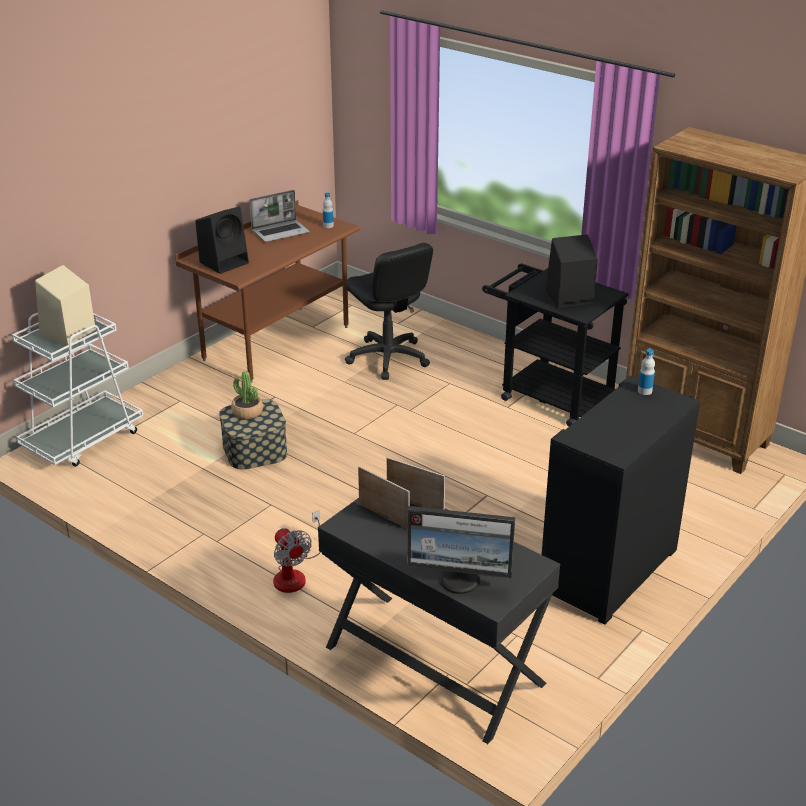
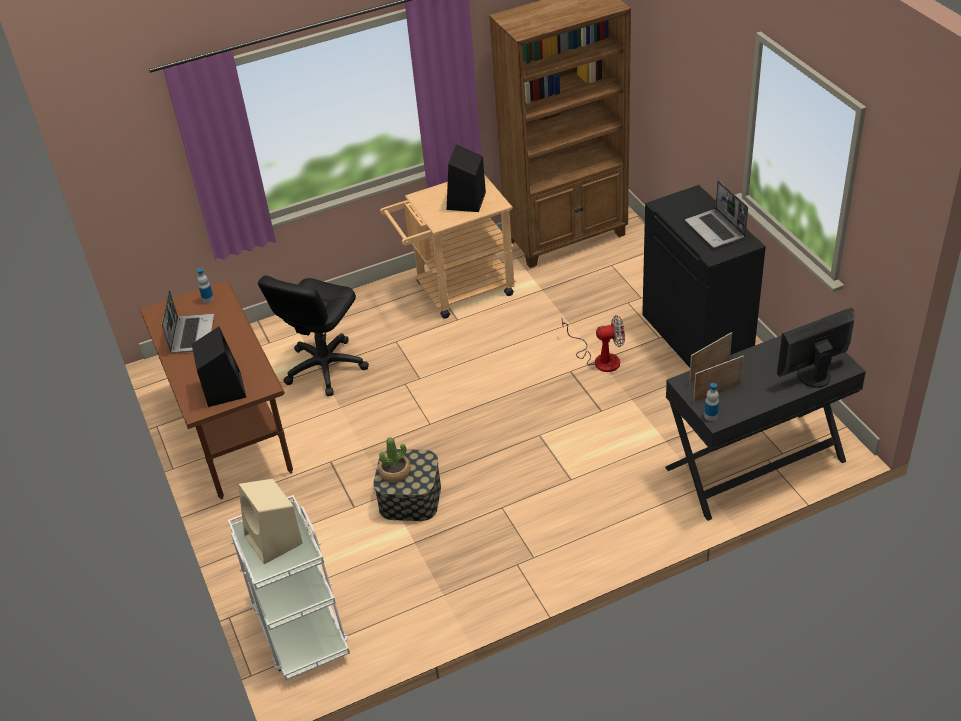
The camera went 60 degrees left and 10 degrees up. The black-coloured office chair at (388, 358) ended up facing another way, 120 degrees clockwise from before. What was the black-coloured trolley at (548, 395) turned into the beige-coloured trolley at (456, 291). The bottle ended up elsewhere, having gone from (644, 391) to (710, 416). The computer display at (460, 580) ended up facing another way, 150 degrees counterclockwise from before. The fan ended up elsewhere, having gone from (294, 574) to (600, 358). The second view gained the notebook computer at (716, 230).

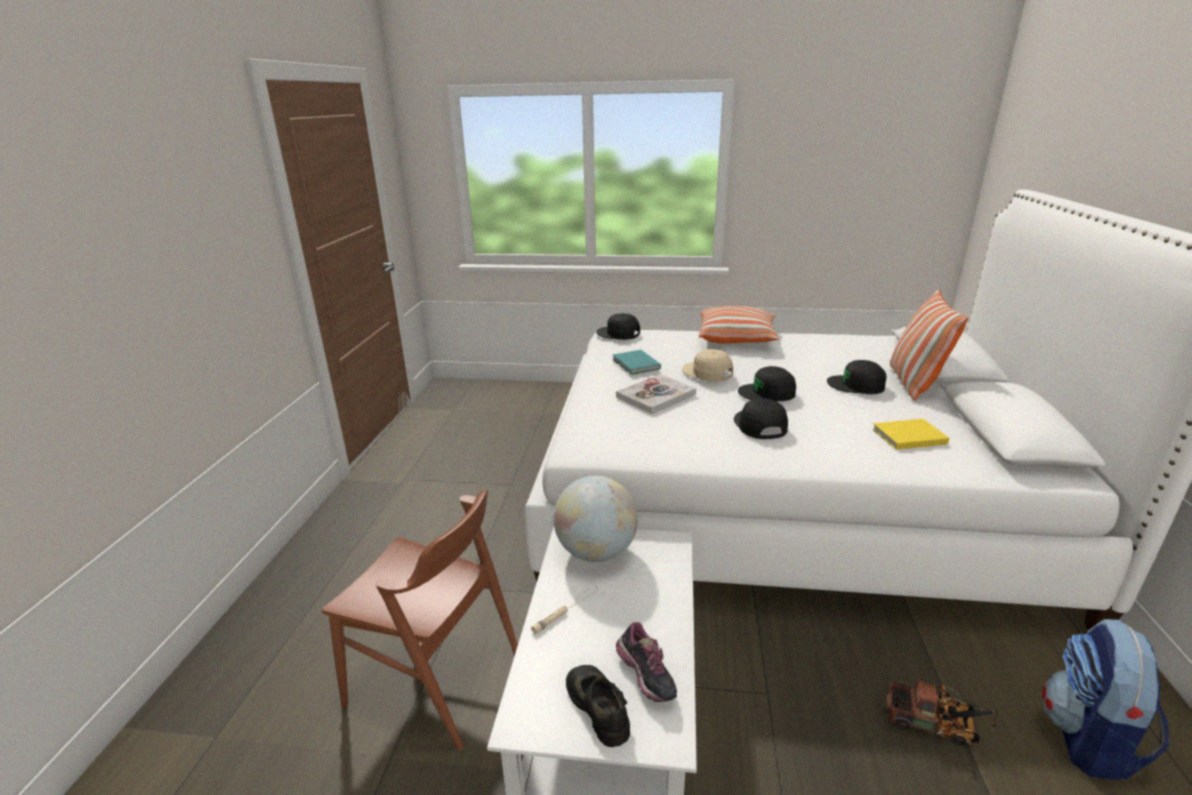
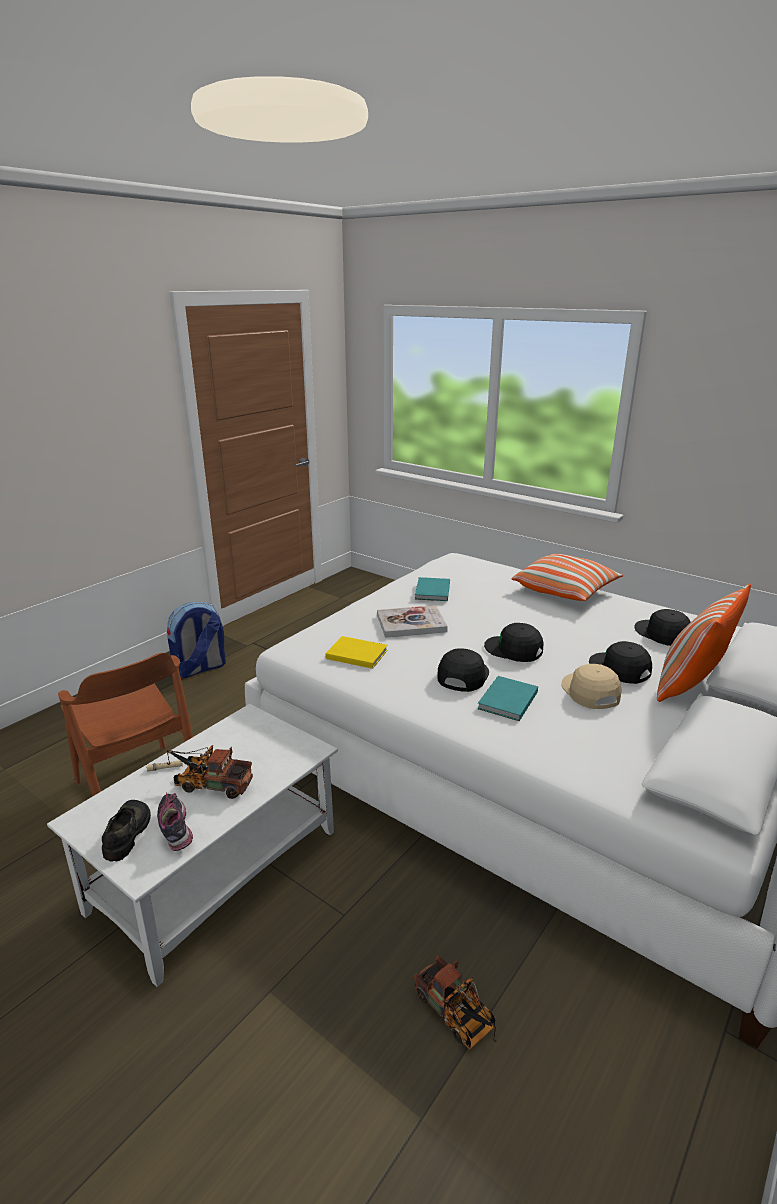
The camera went 30 degrees right and 0 degrees up. The black-coloured peaked cap ended up elsewhere, having gone from (618, 333) to (662, 633). The beige-coloured peaked cap ended up elsewhere, having gone from (707, 372) to (590, 692). The yellow-coloured volume ended up elsewhere, having gone from (907, 436) to (355, 654). The second view lost the desk globe at (596, 552). The backpack ended up elsewhere, having gone from (1088, 739) to (200, 669). The item of footwear at (645, 677) ended up facing another way, 150 degrees clockwise from before. The second view gained the turquoise volume at (506, 701). The second view gained the model truck at (209, 784).

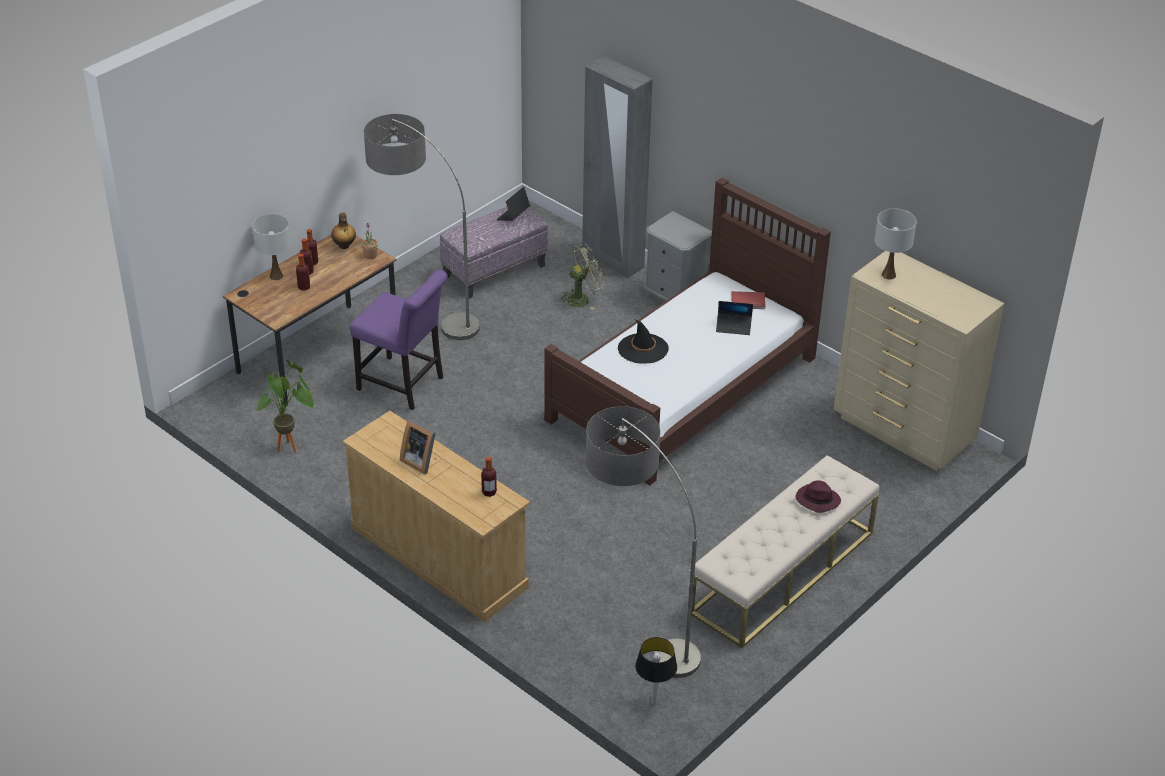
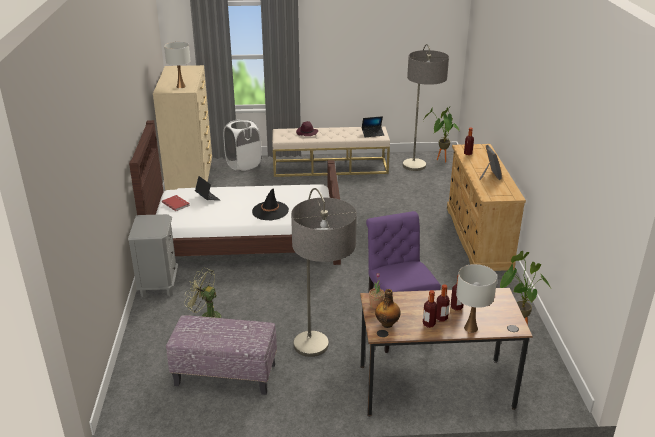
The camera went 135 degrees left and 10 degrees down. The second view lost the greyish wardrobe at (612, 260). The notebook computer ended up elsewhere, having gone from (513, 216) to (372, 134). Where the table lamp stood at (653, 702), the plant in a pot came to stand at (440, 161). The second view gained the white laundry basket at (243, 165).

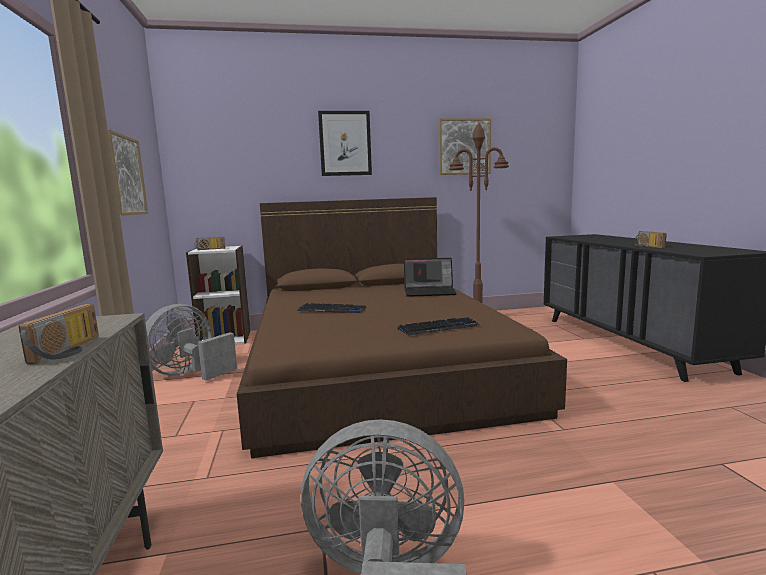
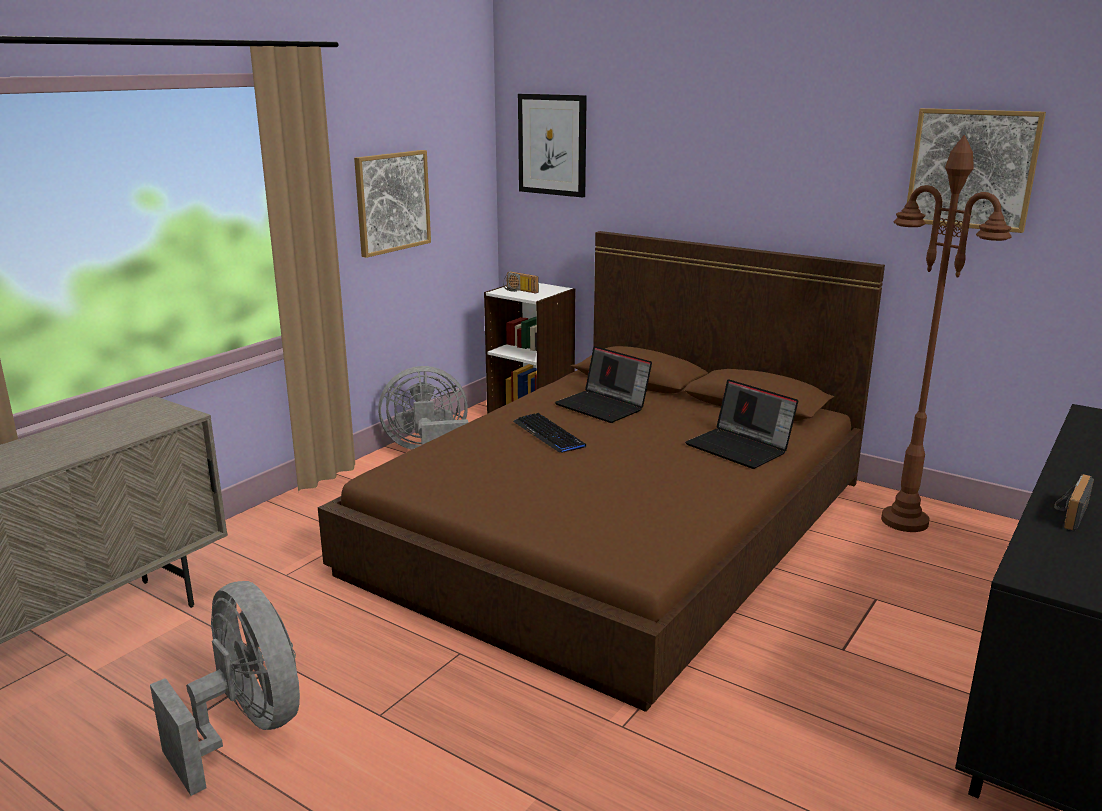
The camera went 45 degrees right and 10 degrees up. The picture ended up elsewhere, having gone from (345, 143) to (552, 145). The second view lost the radio receiver at (71, 350). The second view lost the computer keyboard at (438, 328). The second view gained the notebook computer at (603, 406).

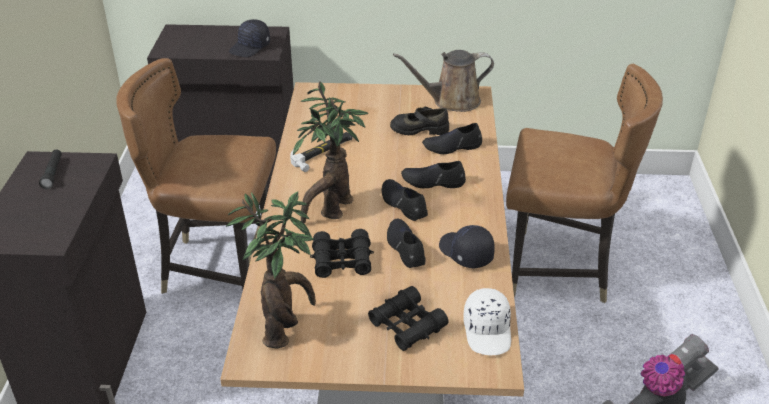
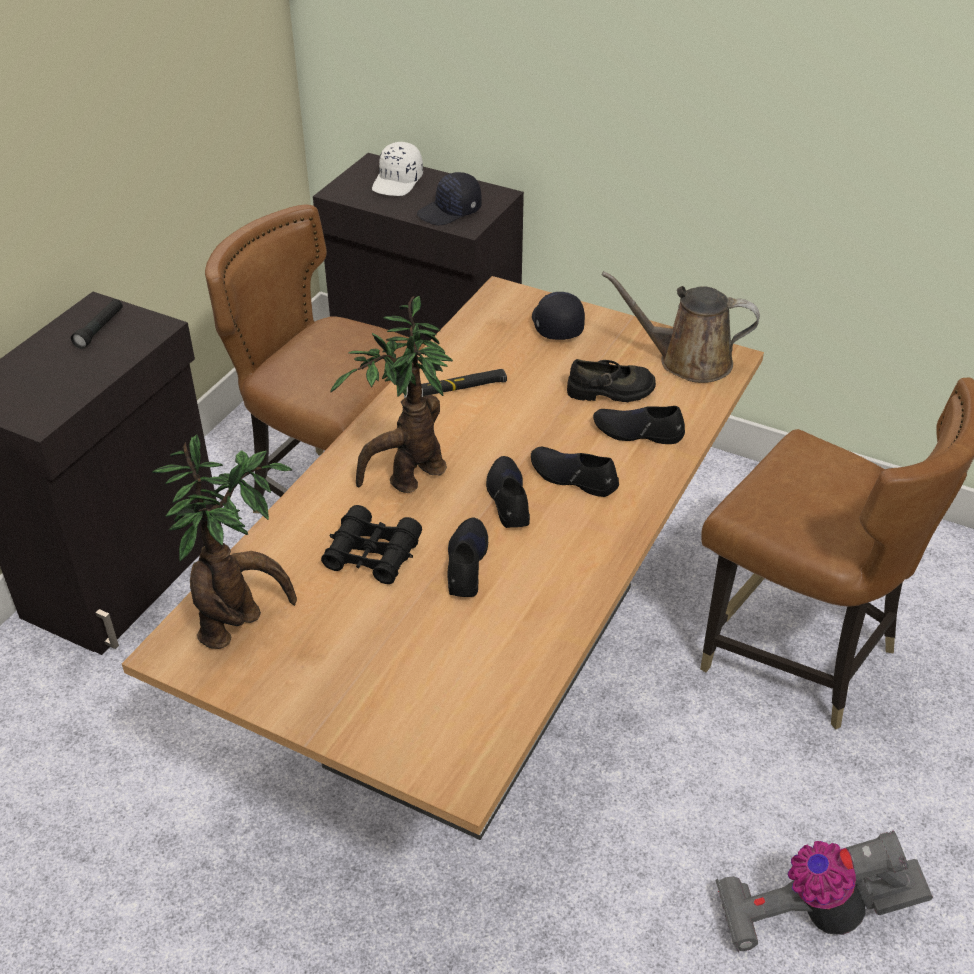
The camera went 25 degrees right and 5 degrees up. The black-coloured item of footwear at (419, 129) ended up facing another way, 150 degrees clockwise from before. The black-coloured peaked cap ended up elsewhere, having gone from (465, 253) to (555, 324). The second view lost the black-coloured binoculars at (407, 325). The white peaked cap ended up elsewhere, having gone from (488, 331) to (398, 182).

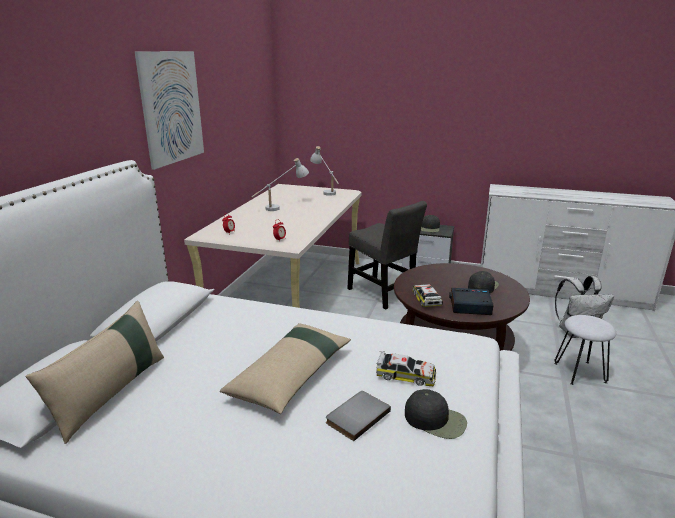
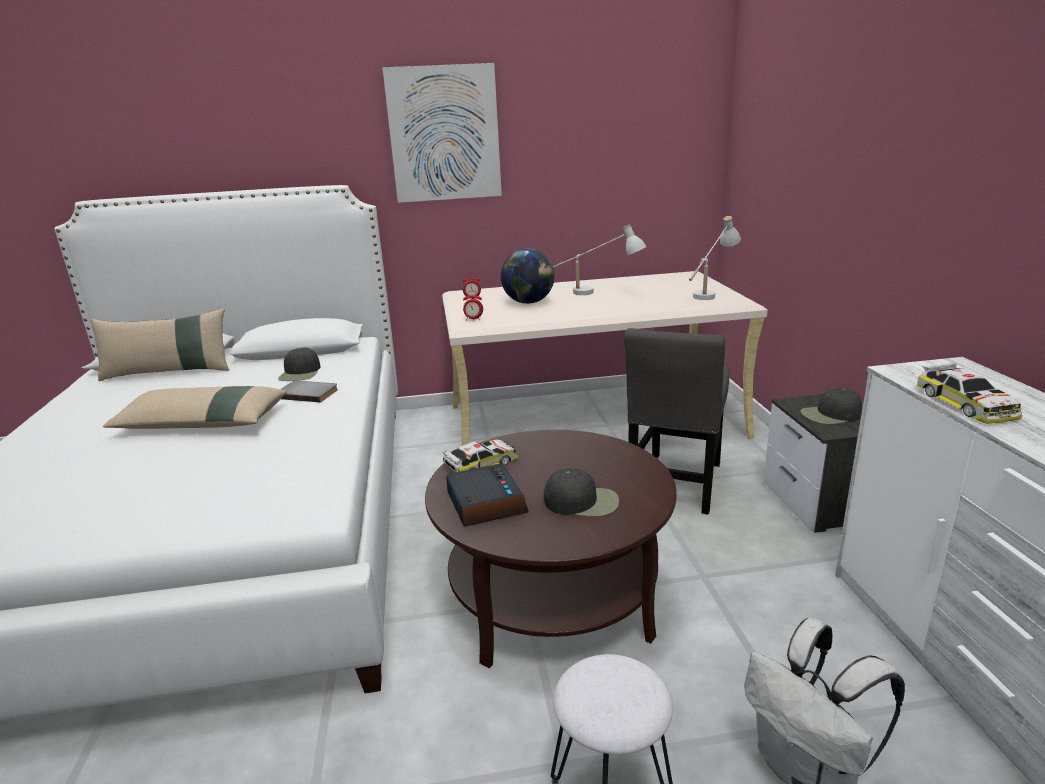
The camera went 65 degrees right and 0 degrees up. The miniature car ended up elsewhere, having gone from (406, 375) to (966, 404). The black-coloured peaked cap ended up elsewhere, having gone from (436, 420) to (300, 373). The greyish volume ended up elsewhere, having gone from (356, 416) to (308, 393). The second view gained the desk globe at (528, 302).

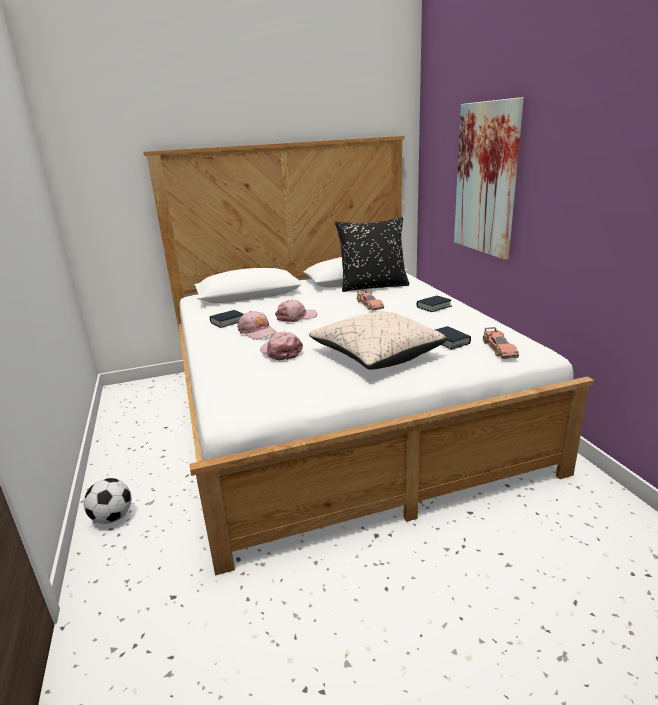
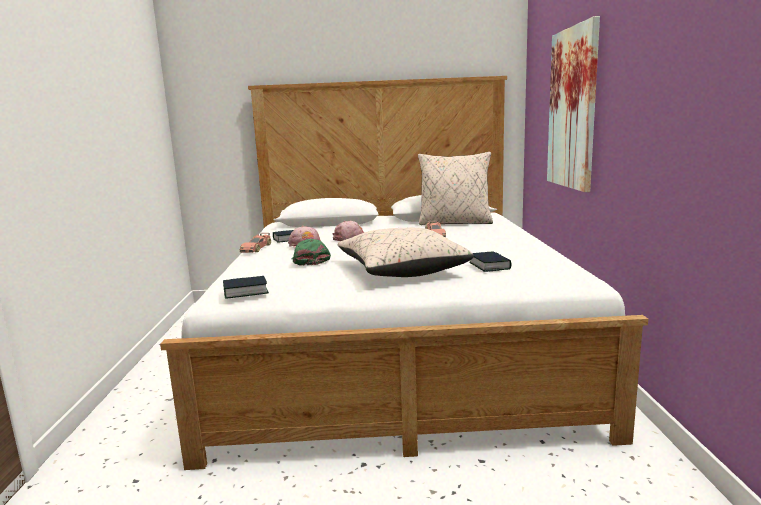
The camera went 15 degrees right and 10 degrees down. What was the black-coloured cushion at (373, 286) turned into the beige-coloured cushion at (455, 223). The volume ended up elsewhere, having gone from (433, 307) to (245, 292). The miniature car ended up elsewhere, having gone from (499, 349) to (256, 248). What was the pink-coloured peaked cap at (281, 352) turned into the green peaked cap at (309, 260). The second view lost the football at (112, 517).

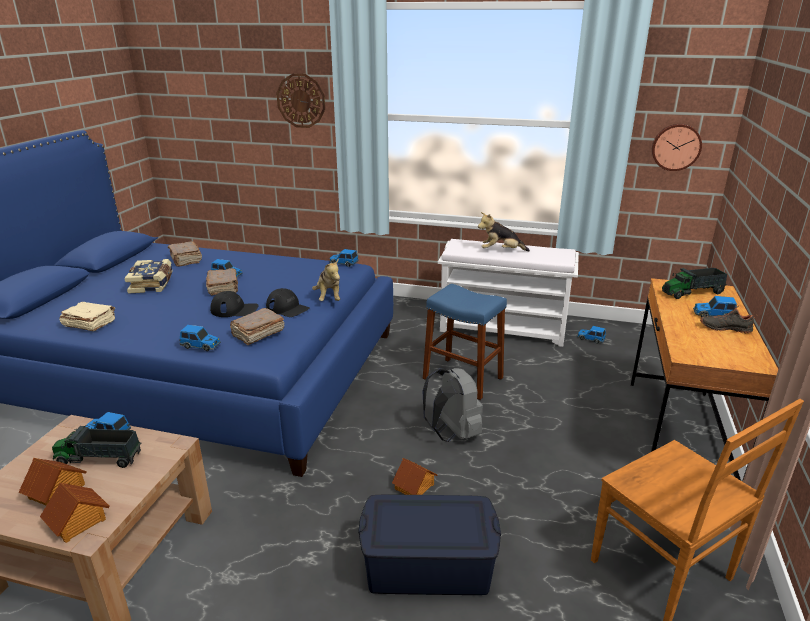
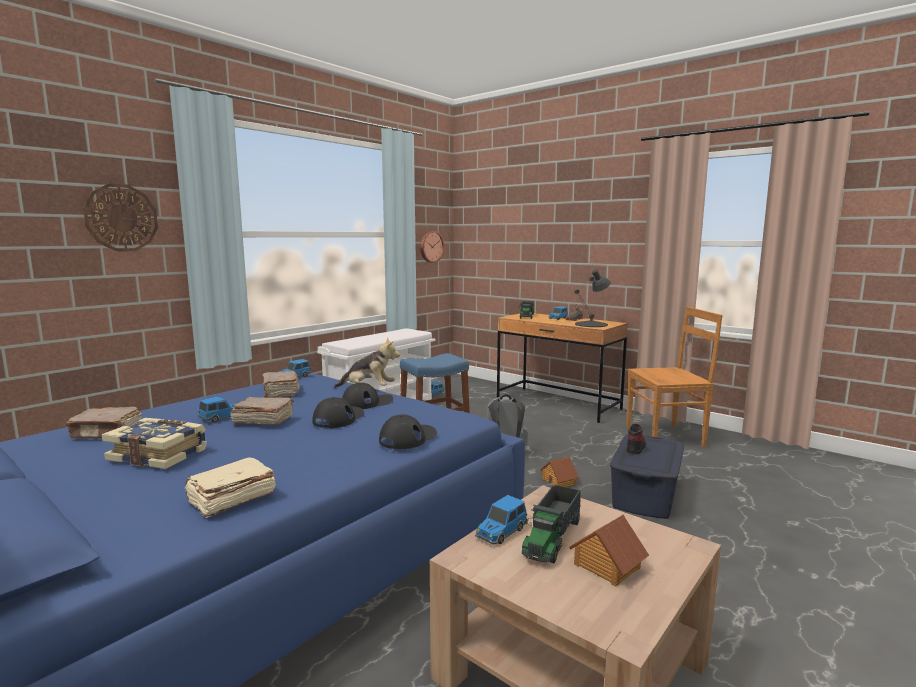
The camera went 65 degrees left and 15 degrees down. The second view lost the soft toy at (501, 251). The brown volume ended up elsewhere, having gone from (257, 334) to (280, 392). Where the miniature car stood at (201, 346), the black-coloured peaked cap came to stand at (408, 438). The second view lost the toy house at (78, 522). The second view gained the black-coloured table lamp at (591, 324). The second view gained the item of footwear at (635, 447).

